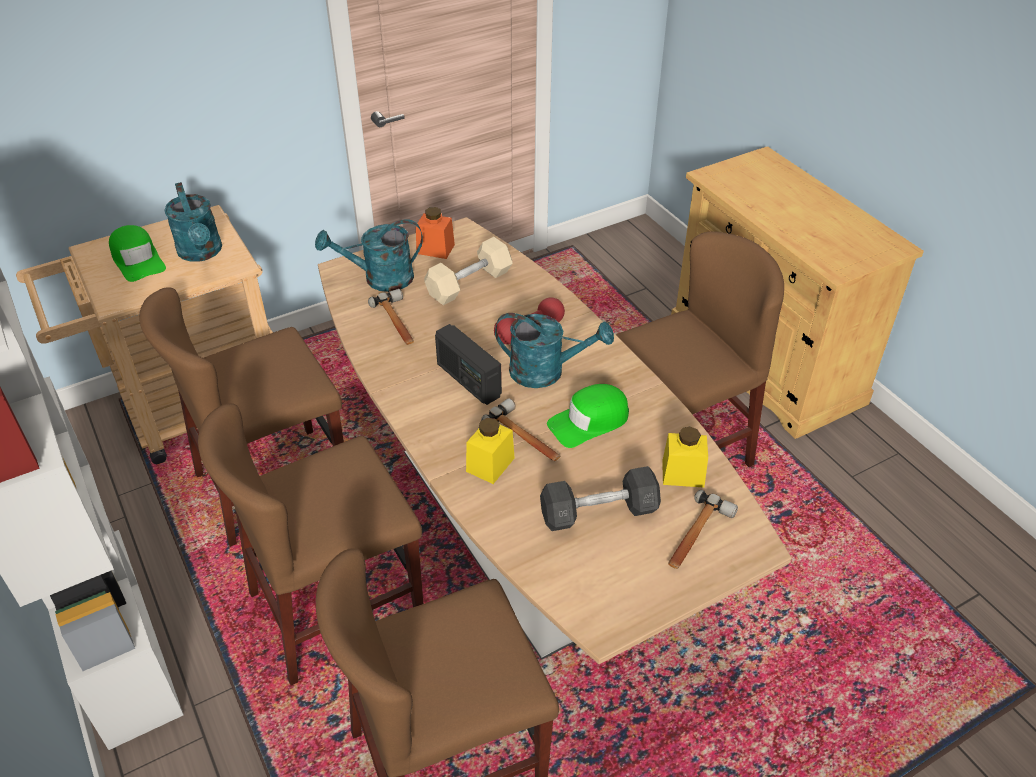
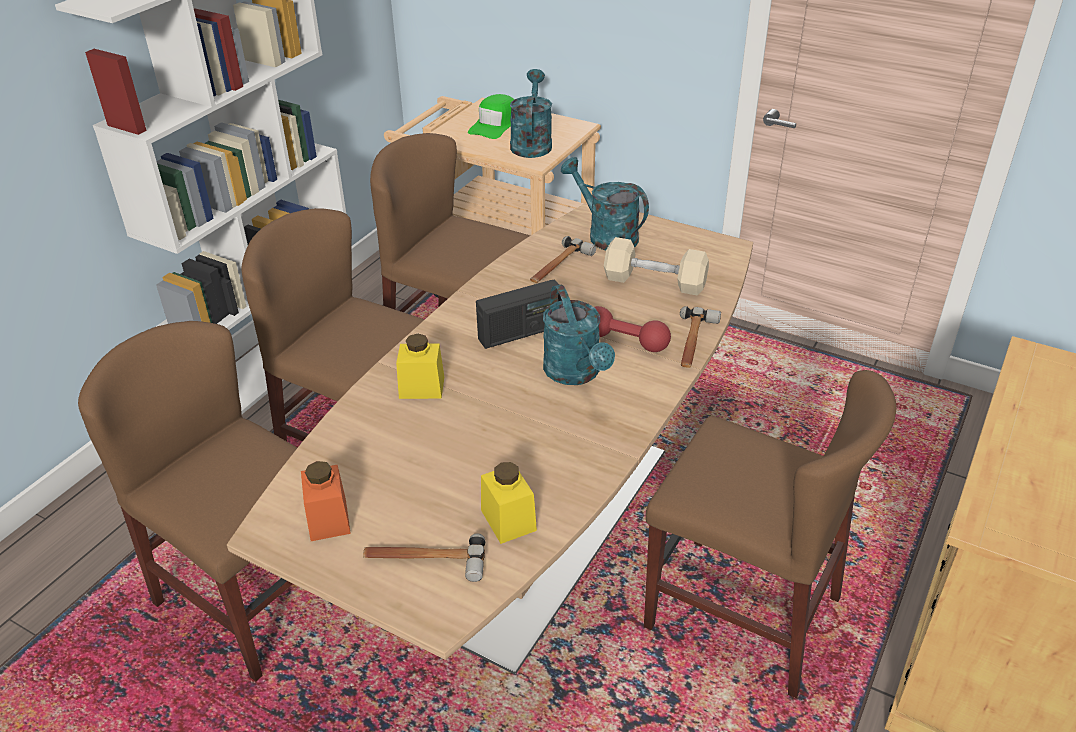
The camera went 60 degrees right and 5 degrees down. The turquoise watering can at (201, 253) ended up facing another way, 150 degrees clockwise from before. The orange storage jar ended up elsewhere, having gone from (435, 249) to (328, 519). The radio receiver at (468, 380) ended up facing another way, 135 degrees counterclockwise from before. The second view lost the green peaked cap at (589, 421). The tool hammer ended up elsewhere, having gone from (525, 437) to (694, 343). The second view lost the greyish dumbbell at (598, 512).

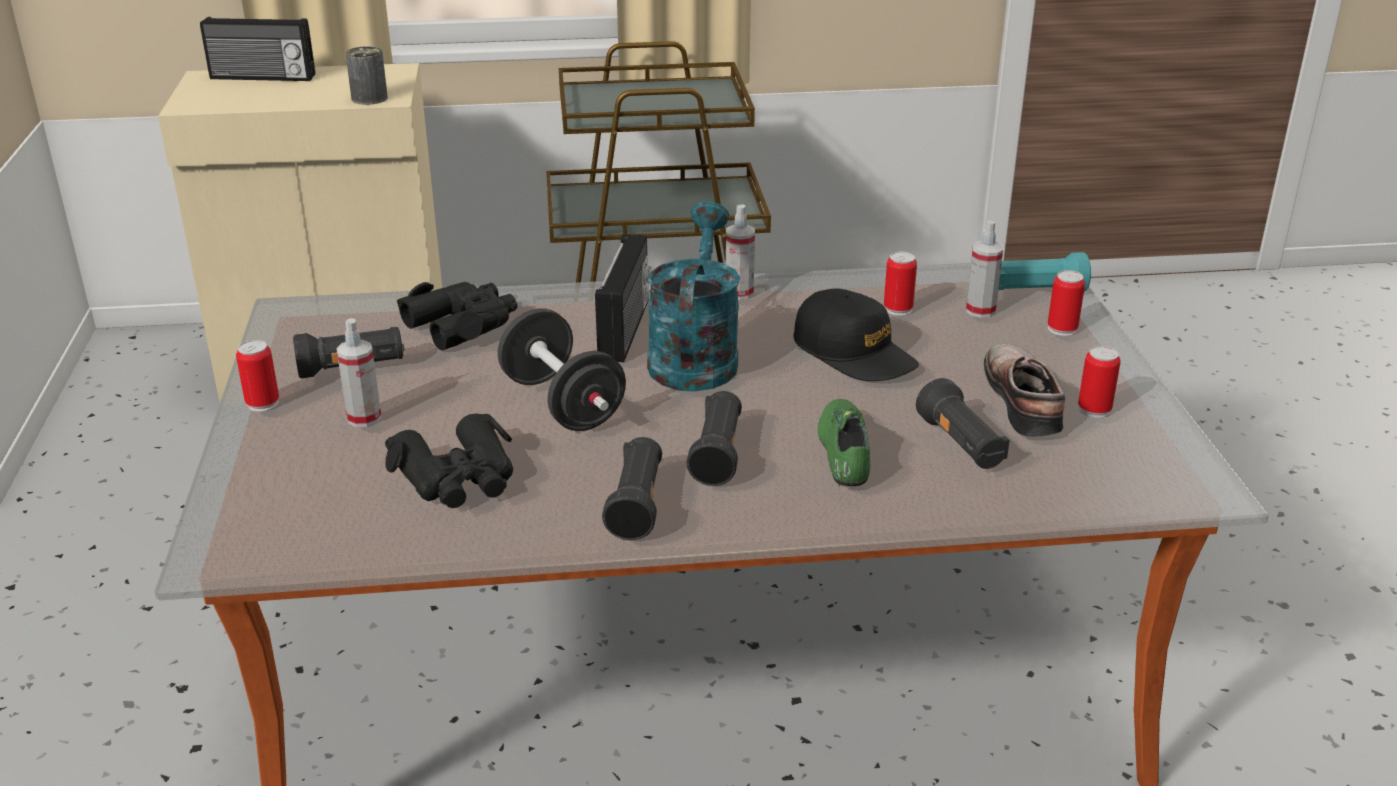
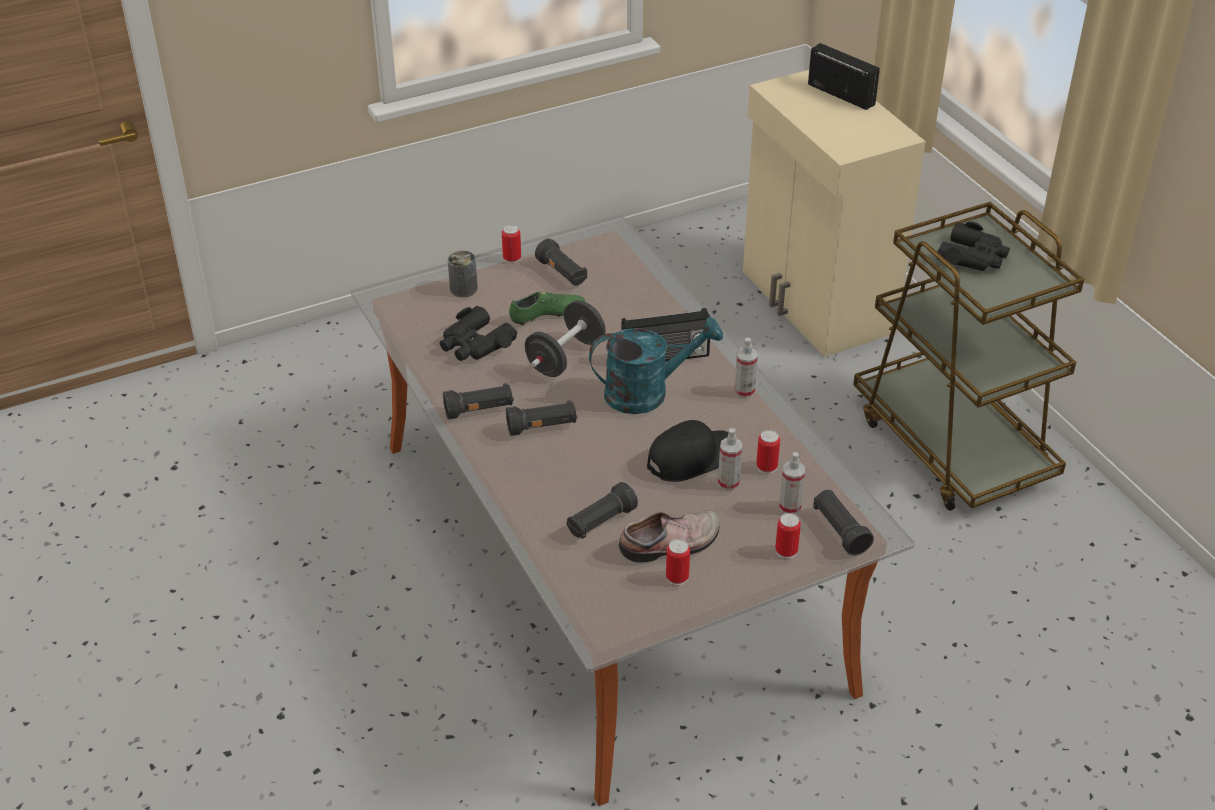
The camera went 70 degrees right and 10 degrees up. The radio receiver at (262, 77) ended up facing another way, 150 degrees clockwise from before. The can ended up elsewhere, having gone from (369, 98) to (463, 288). What was the turquoise torch at (1035, 291) turned into the black-coloured torch at (840, 531). The black-coloured binoculars ended up elsewhere, having gone from (463, 324) to (973, 257). The black-coloured peaked cap at (854, 353) ended up facing another way, 150 degrees counterclockwise from before. The hand sprayer ended up elsewhere, having gone from (364, 418) to (728, 482). The green item of footwear ended up elsewhere, having gone from (845, 454) to (547, 315).

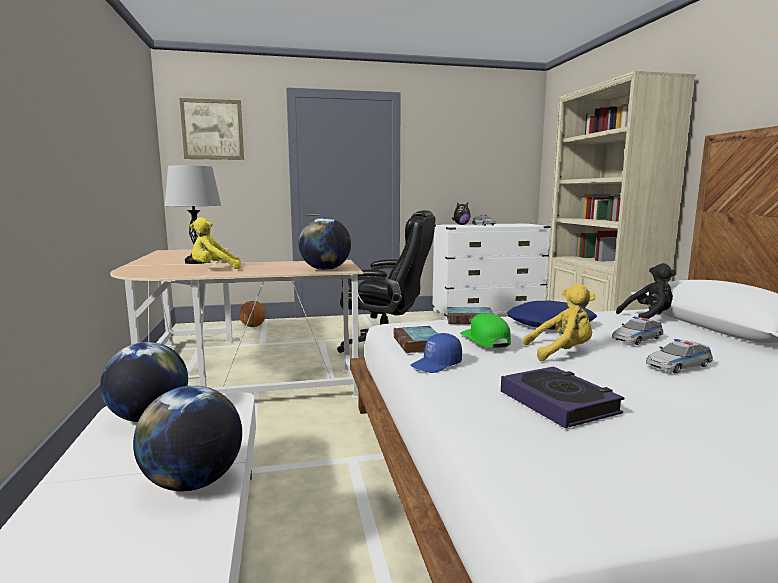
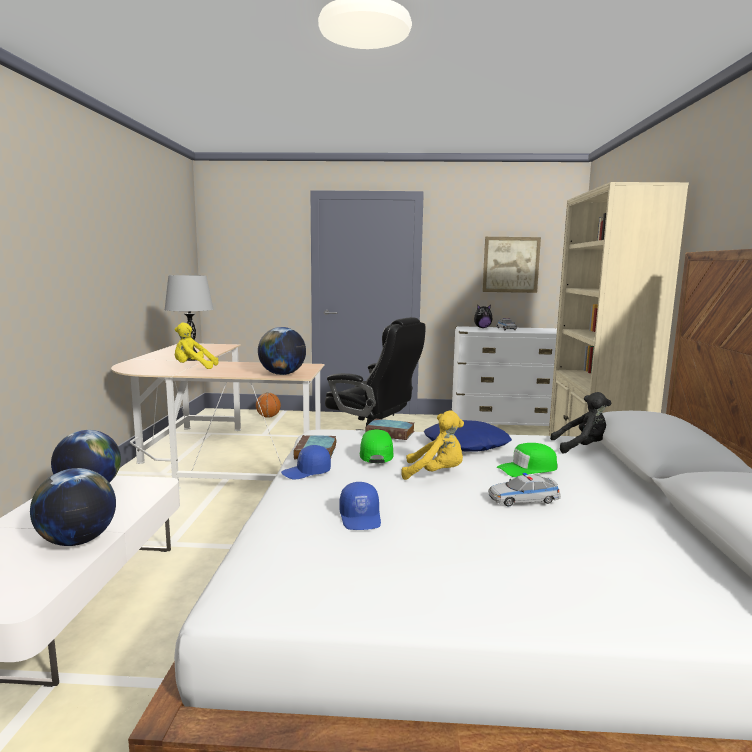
The camera went 15 degrees right and 0 degrees up. The picture ended up elsewhere, having gone from (212, 129) to (511, 264). Where the miniature car stood at (637, 339), the green peaked cap came to stand at (528, 469). Where the volume stood at (558, 402), the bluish peaked cap came to stand at (361, 518).

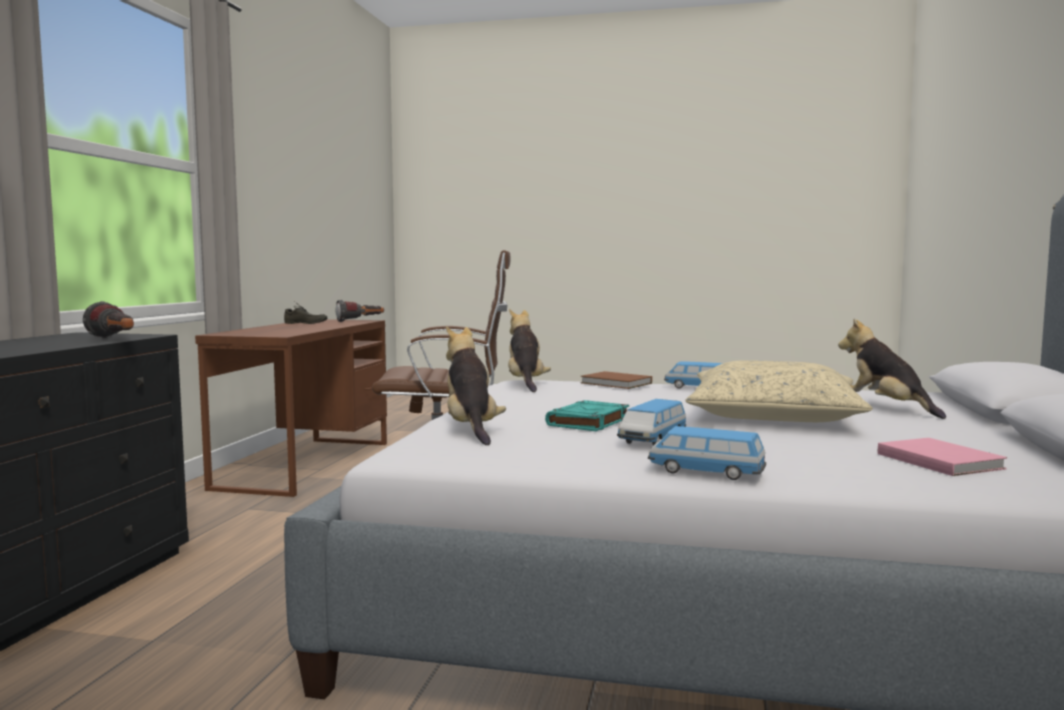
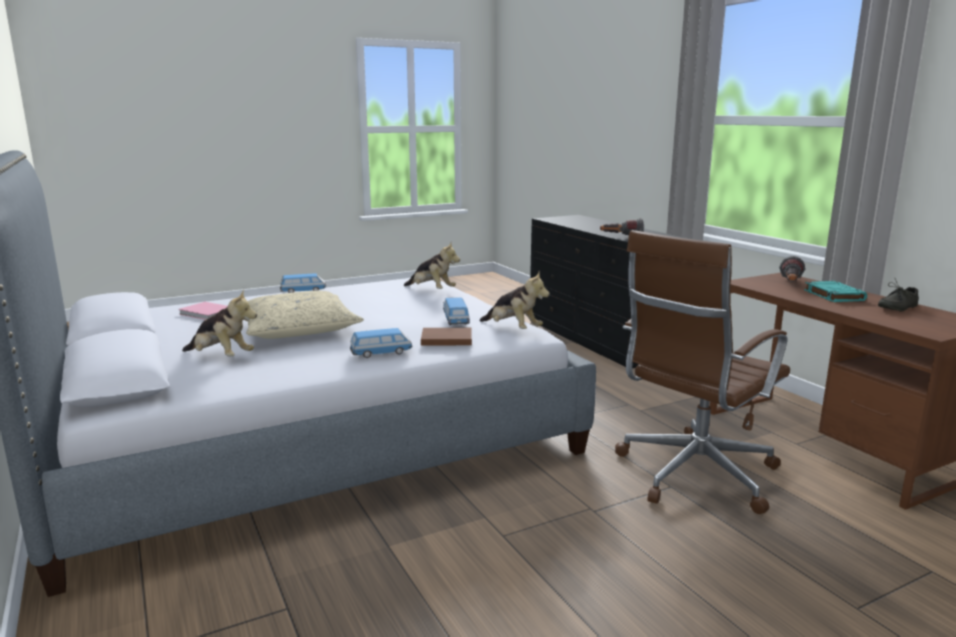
The camera went 140 degrees right and 10 degrees up. The torch ended up elsewhere, having gone from (360, 321) to (790, 284). The miniature car ended up elsewhere, having gone from (652, 440) to (455, 320). The turquoise volume ended up elsewhere, having gone from (588, 422) to (833, 295).

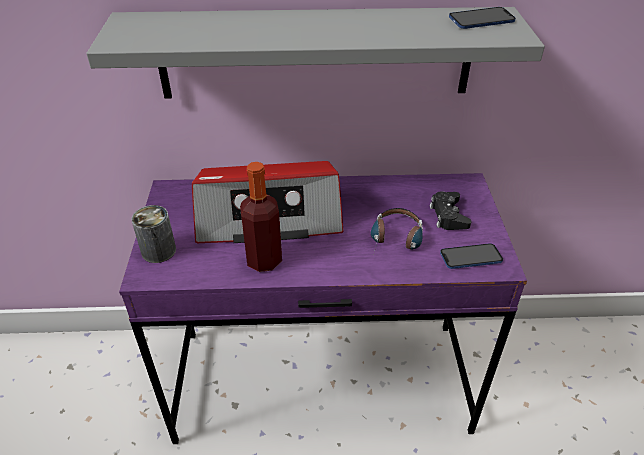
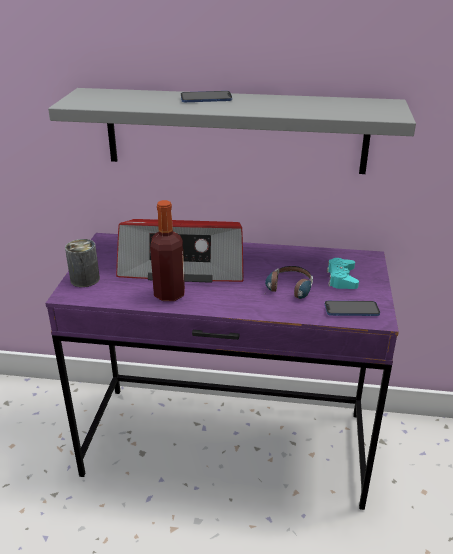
The camera went 10 degrees right and 10 degrees down. The telephone ended up elsewhere, having gone from (481, 20) to (206, 98). What was the black-coloured game controller at (448, 215) turned into the turquoise game controller at (341, 278).

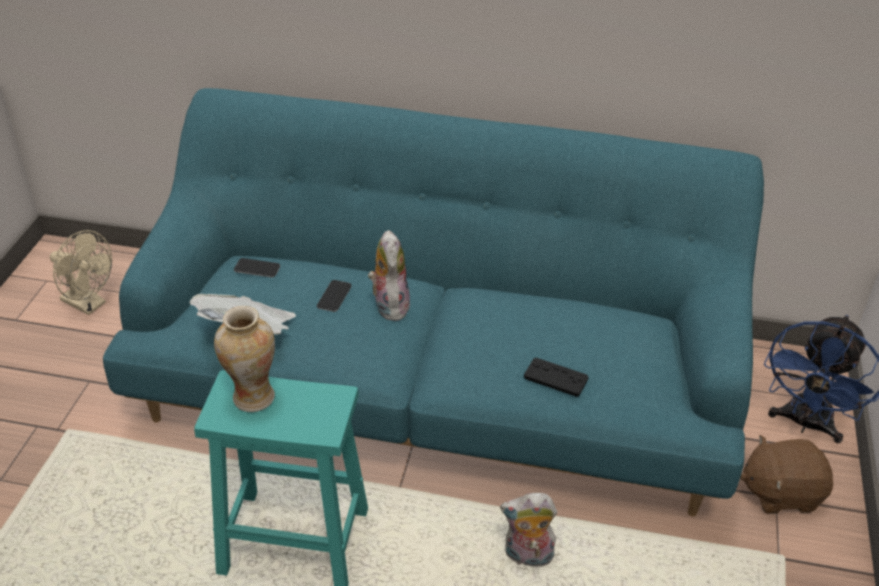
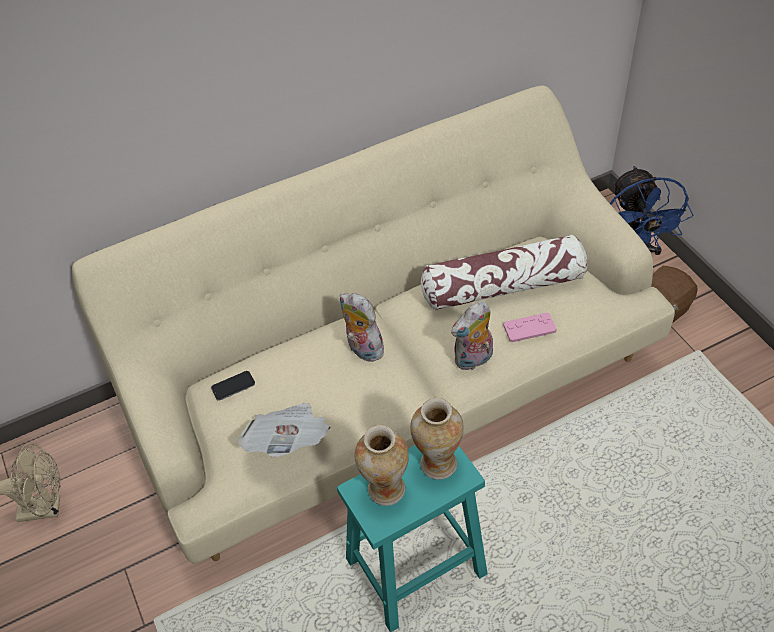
The camera went 35 degrees left and 10 degrees up. What was the turquoise sofa at (437, 387) turned into the beige-coloured sofa at (392, 384). The second view lost the telephone at (334, 296). What was the black-coloured game controller at (555, 378) turned into the pink-coloured game controller at (529, 328). The soft toy ended up elsewhere, having gone from (527, 557) to (473, 360). The second view gained the cushion at (503, 286). The second view gained the flower vase at (437, 463).

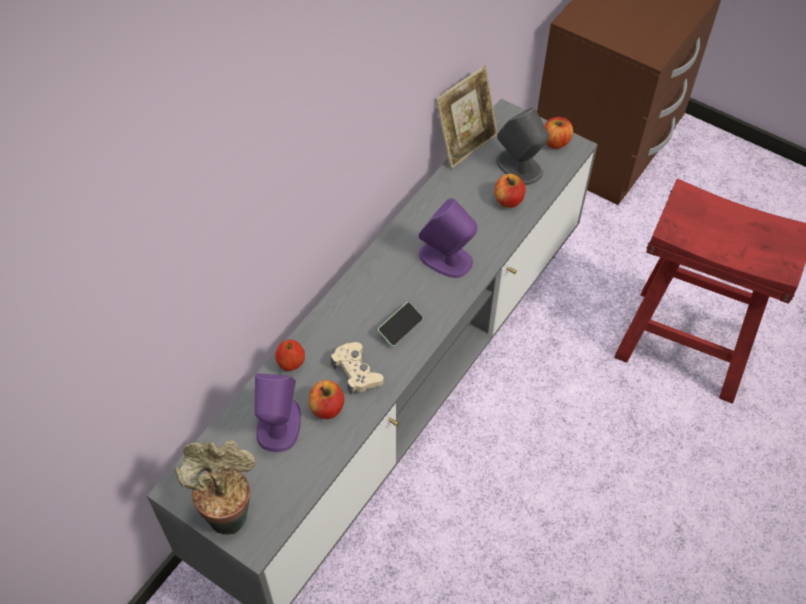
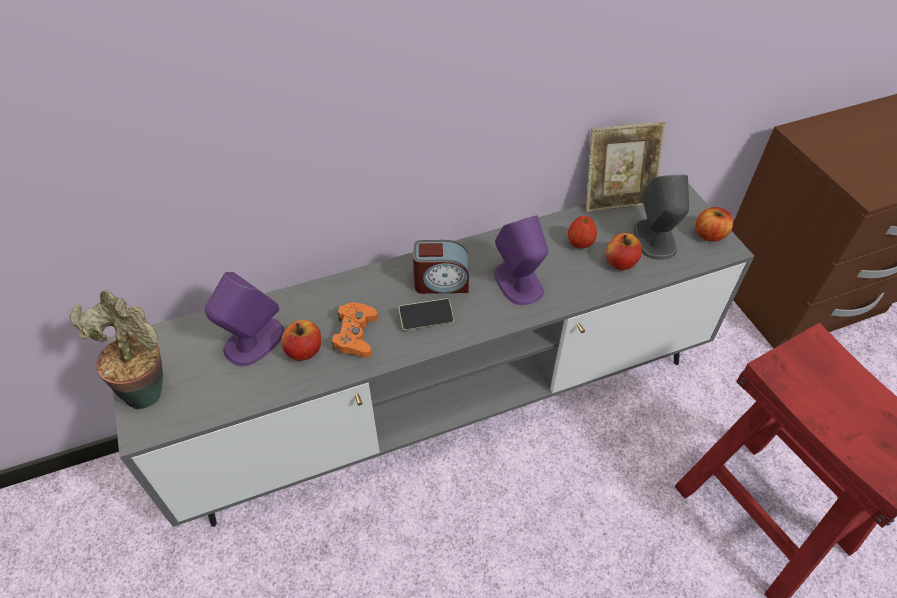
The camera went 35 degrees right and 5 degrees down. The whole apple ended up elsewhere, having gone from (291, 364) to (579, 244). What was the beige-coloured game controller at (356, 372) turned into the orange game controller at (355, 335). The second view gained the table clock at (441, 282).

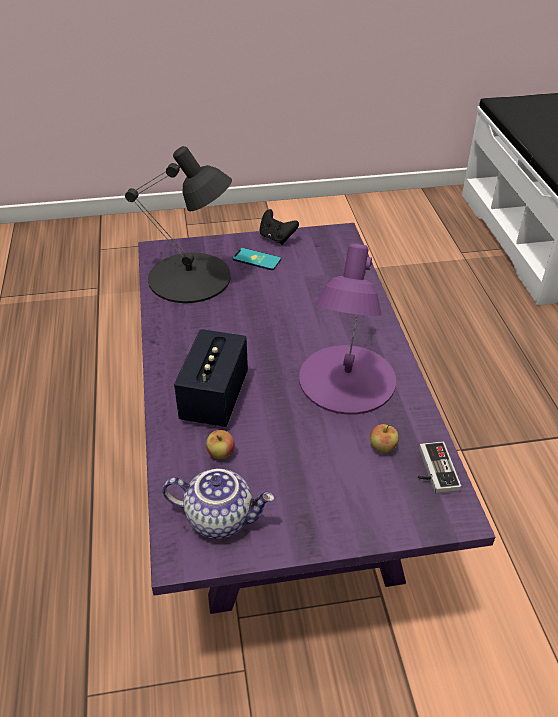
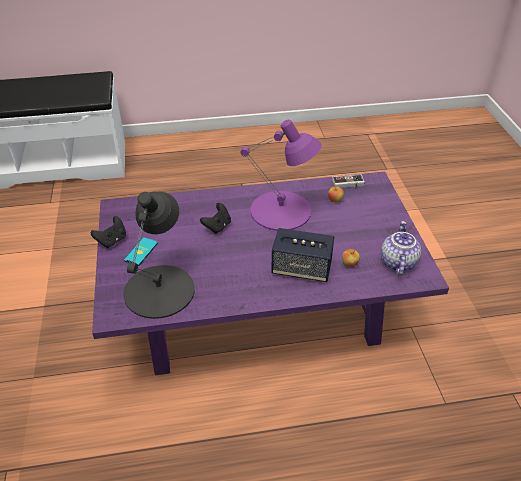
The camera went 90 degrees left and 0 degrees up. The second view gained the black-coloured game controller at (217, 226).

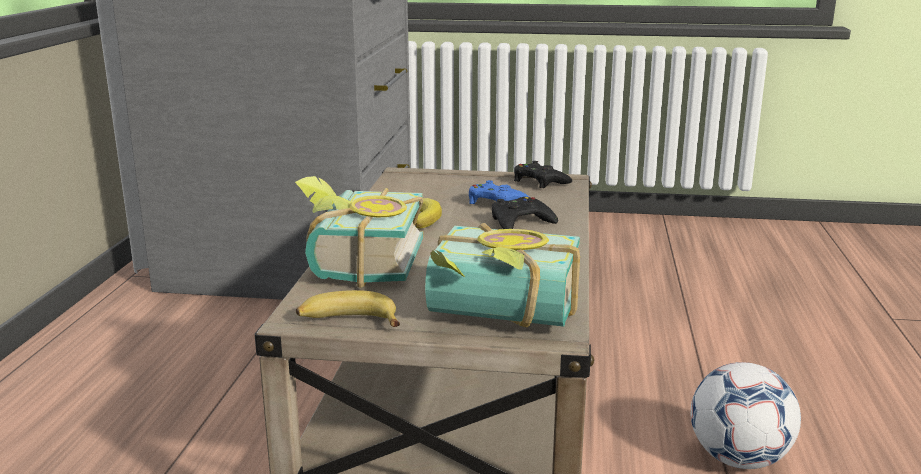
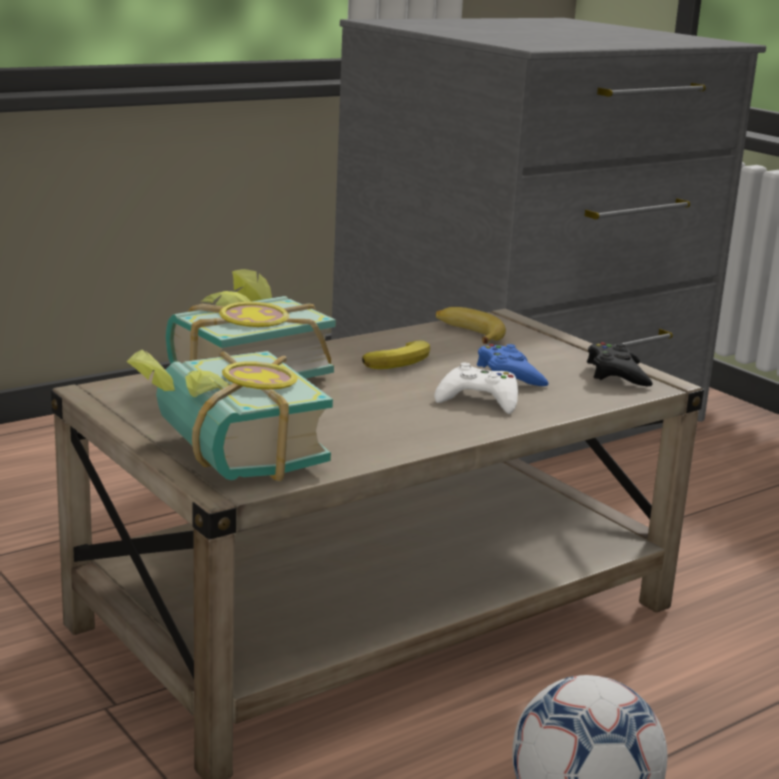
The camera went 45 degrees right and 0 degrees up. What was the black-coloured game controller at (520, 222) turned into the white game controller at (479, 399). The whole banana ended up elsewhere, having gone from (348, 321) to (468, 334).

